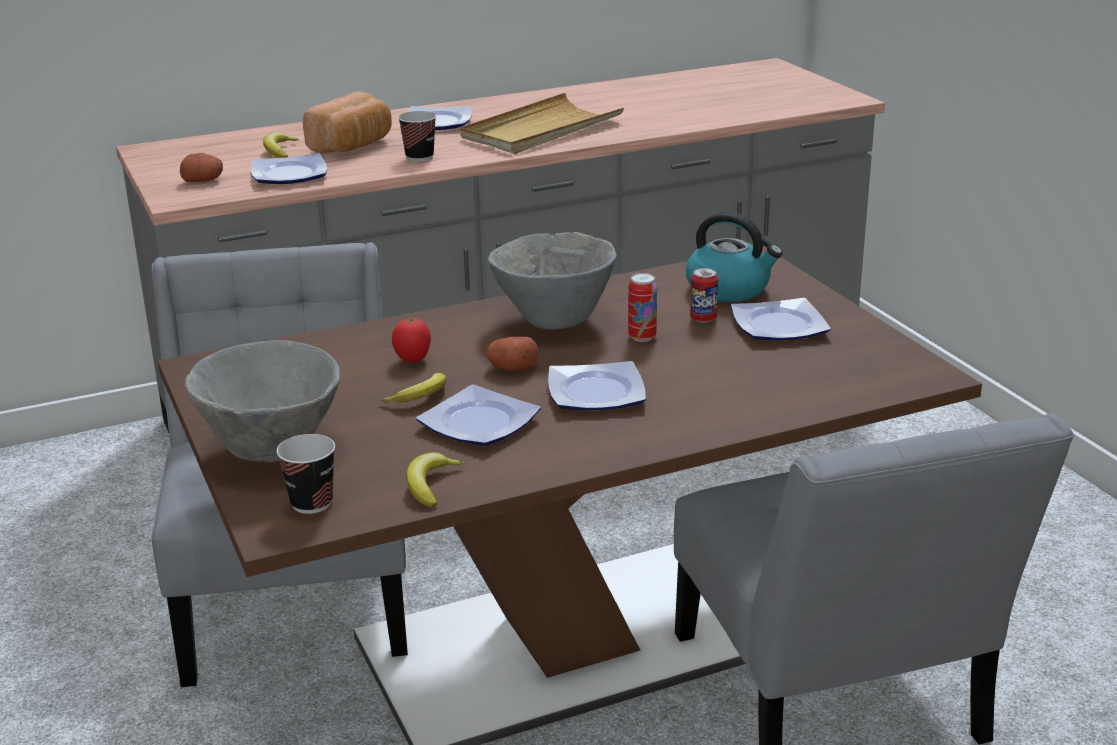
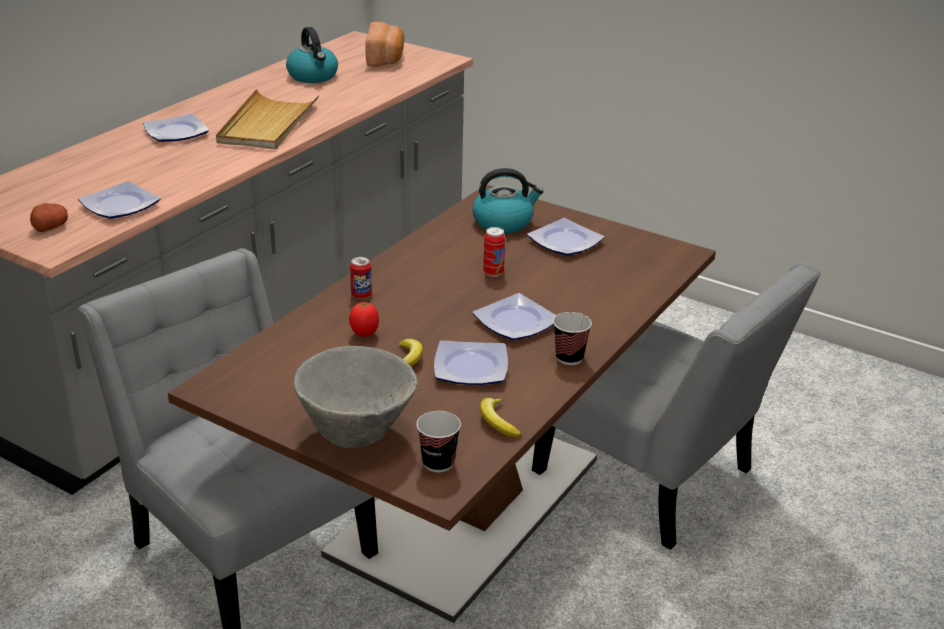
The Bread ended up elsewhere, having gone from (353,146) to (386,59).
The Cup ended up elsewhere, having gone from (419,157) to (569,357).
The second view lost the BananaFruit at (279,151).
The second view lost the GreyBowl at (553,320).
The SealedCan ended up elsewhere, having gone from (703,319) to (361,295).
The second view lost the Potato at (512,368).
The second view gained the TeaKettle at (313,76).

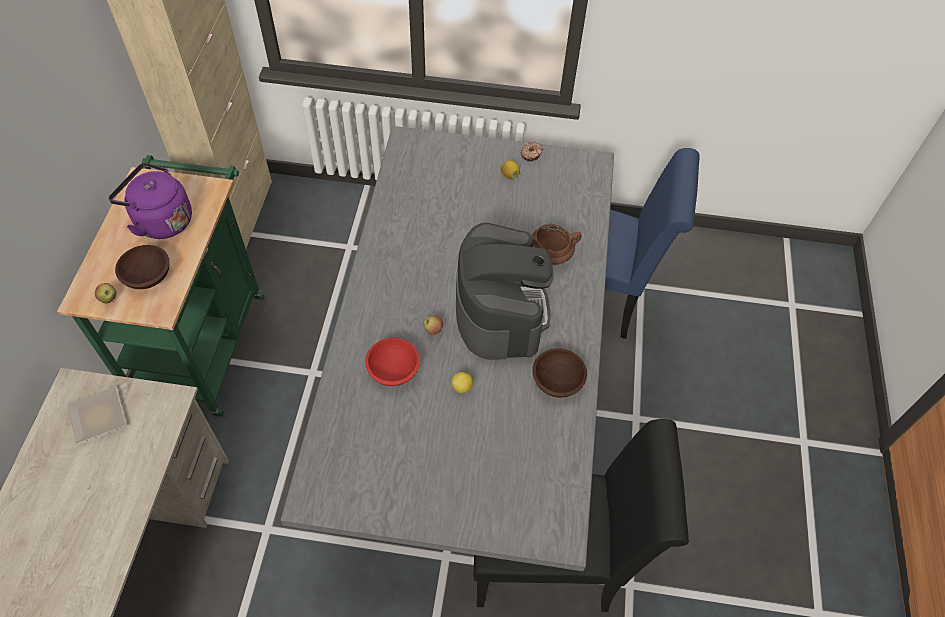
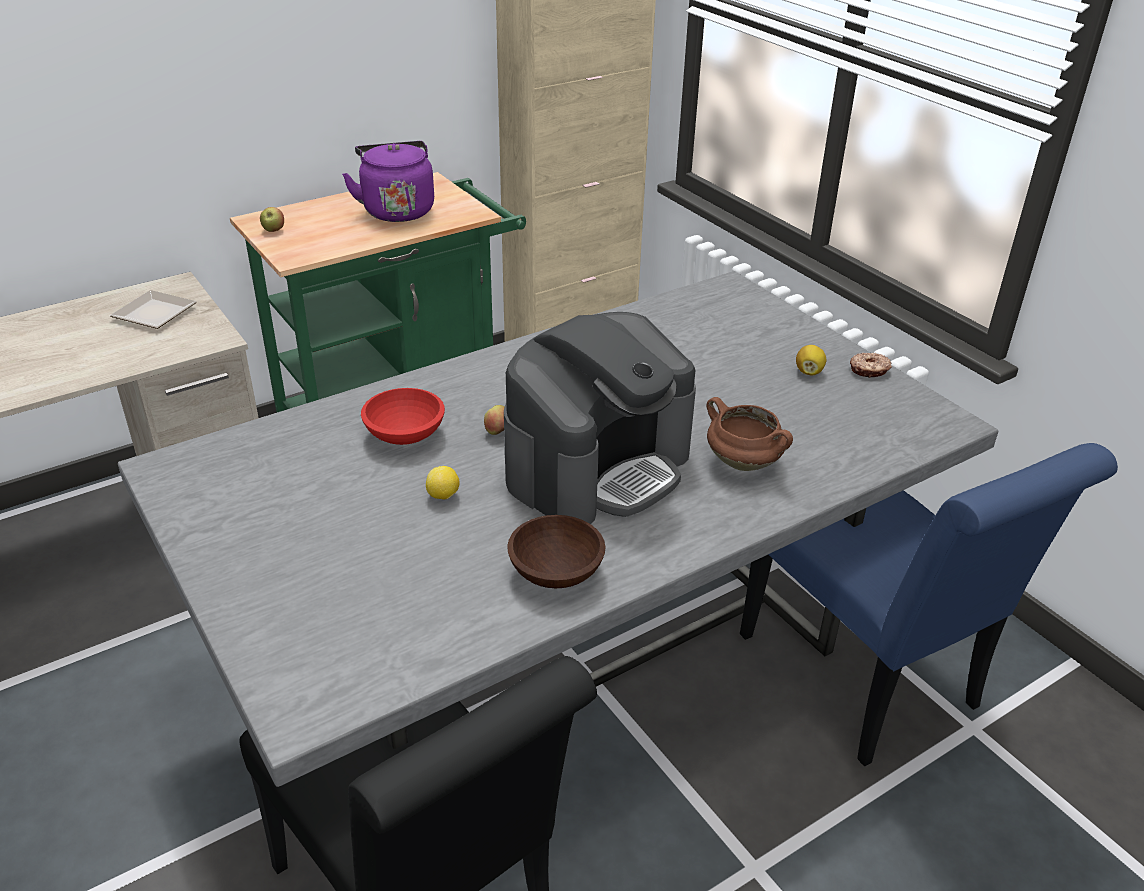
The second view lost the BrownBowl at (147,276).

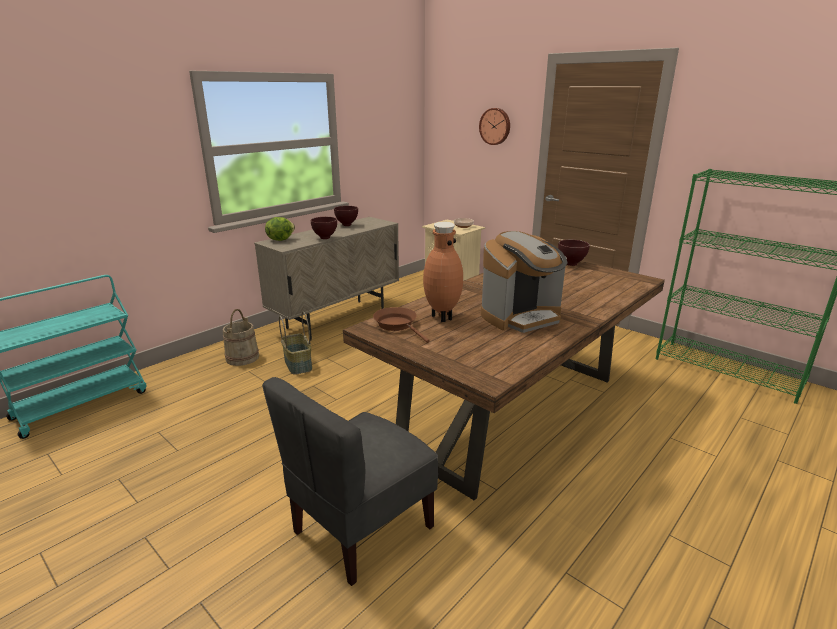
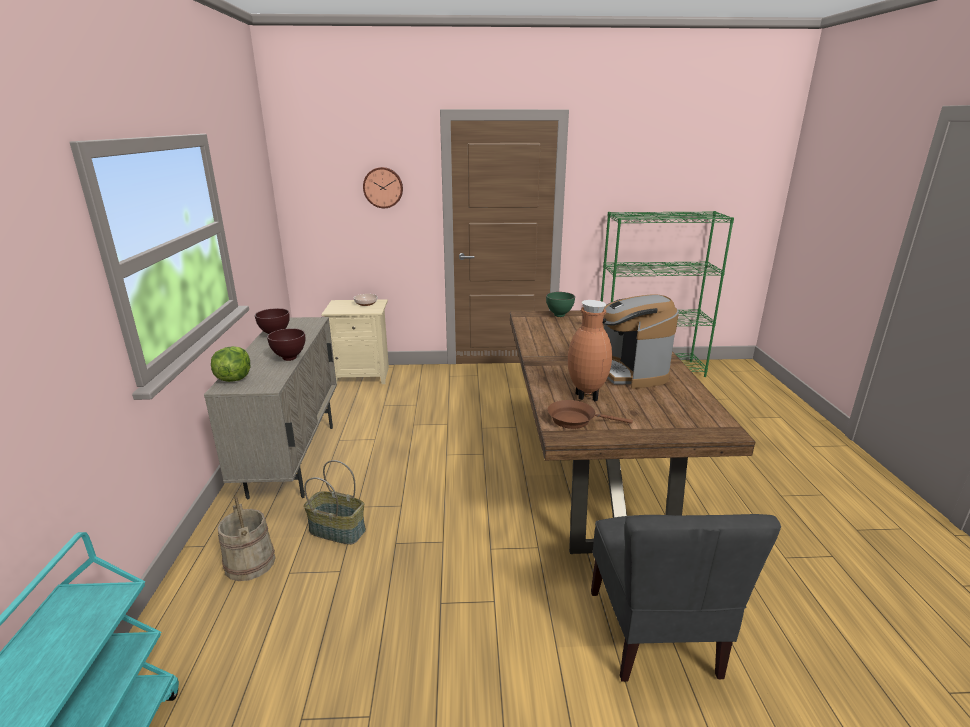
The CoffeeMachine at (521,317) ended up facing another way, 150 degrees clockwise from before.
What was the BrownBowl at (572,264) turned into the GreenColouredBowl at (559,315).

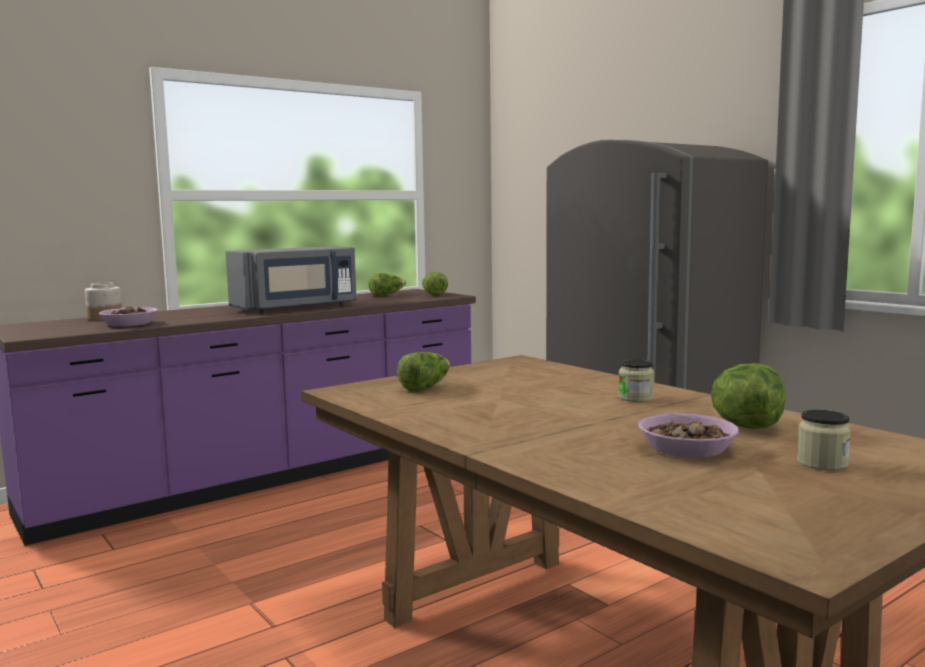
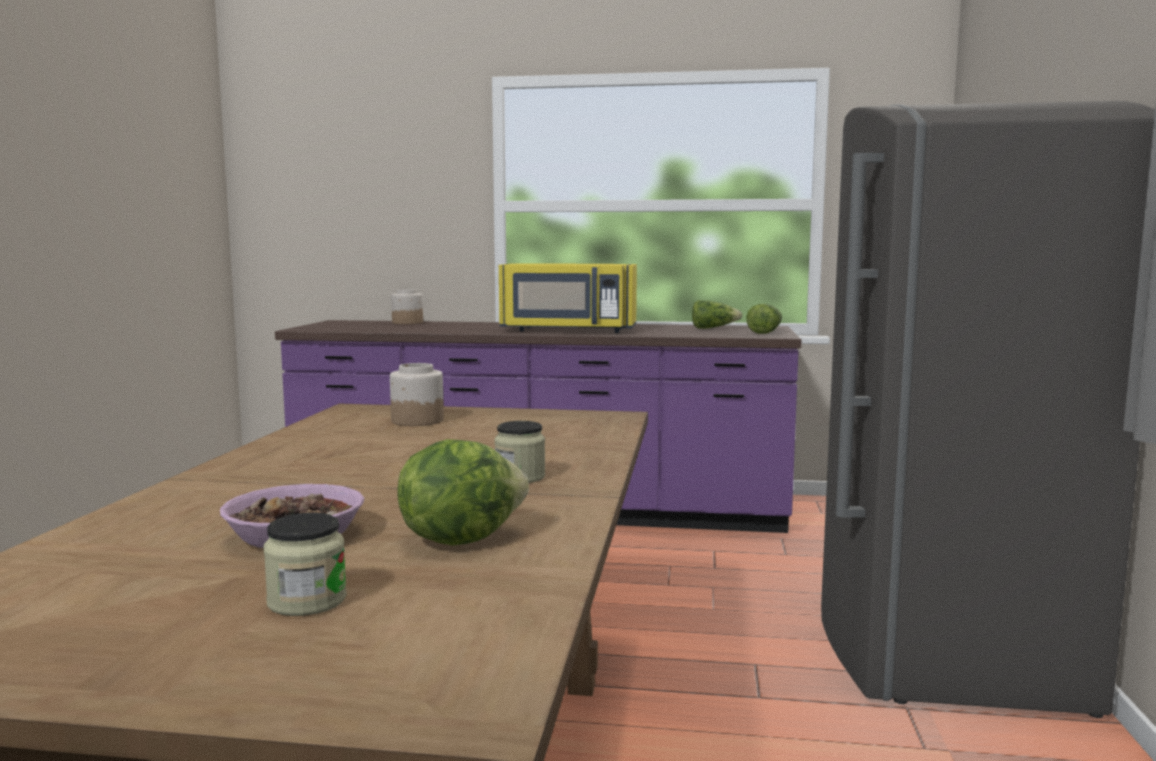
What was the GreyMicrowave at (296,308) turned into the YellowColouredMicrowave at (568,330).
The second view lost the Bowl at (129,324).
Where the LettuceHead stood at (425,387), the StorageJar came to stand at (417,421).

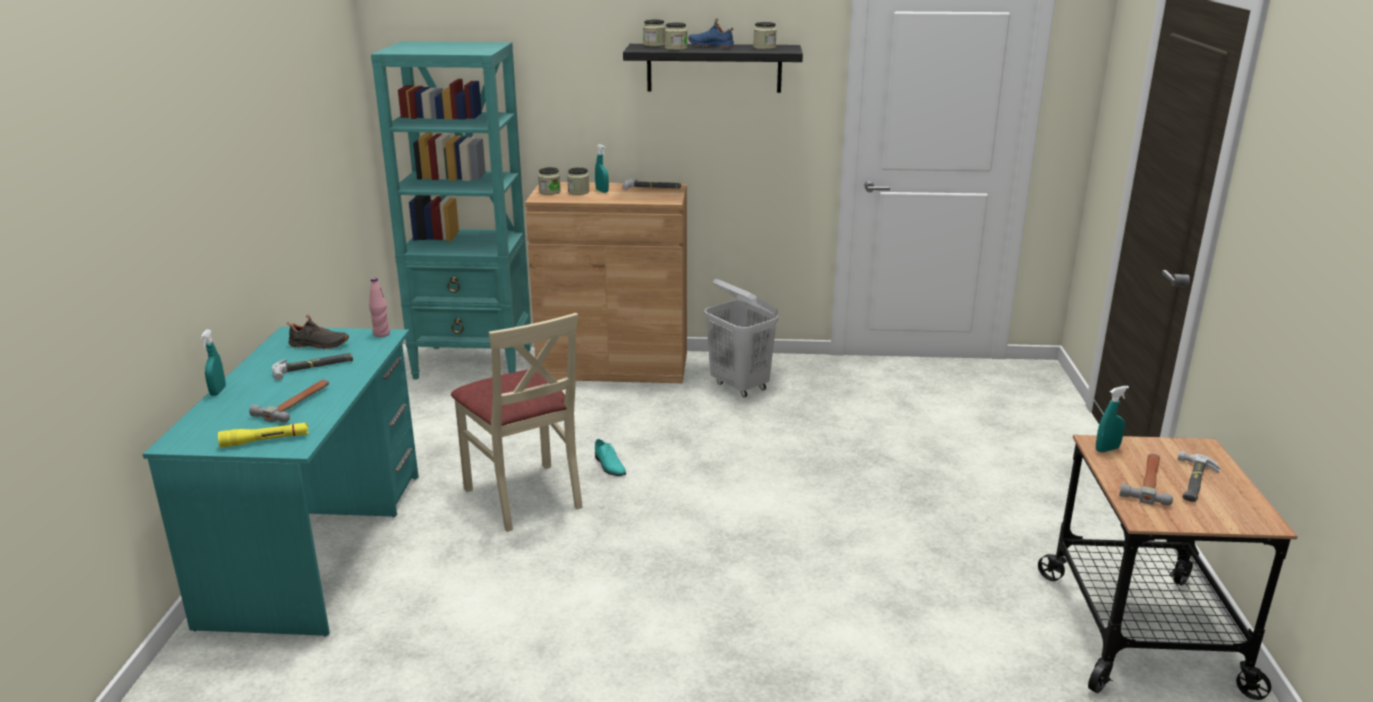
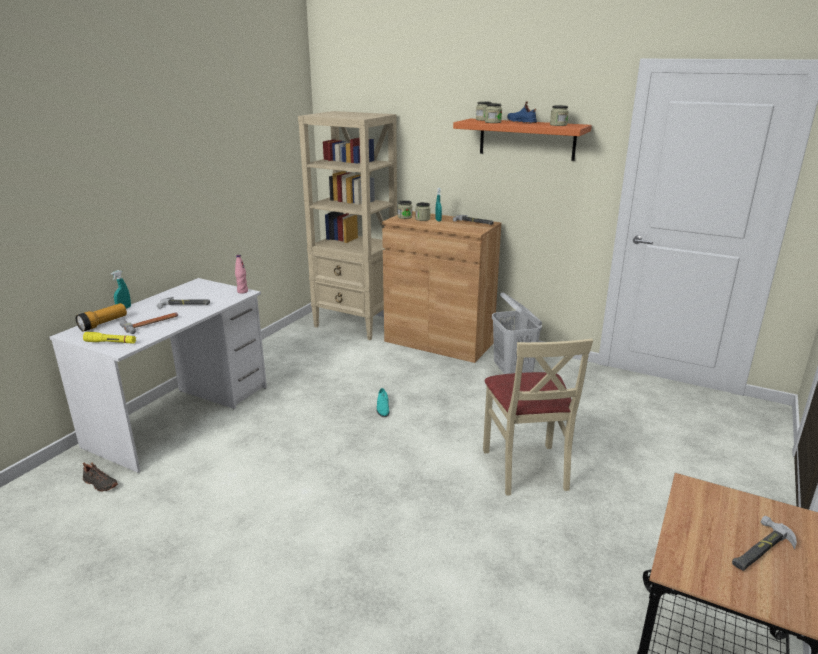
What was the TurquoiseBookcase at (474,364) turned into the BeigeBookcase at (356,324).
What was the BlackColouredWallShelf at (714,68) turned into the OrangeColouredWallShelf at (527,139).
The BeigeUprightChair ended up elsewhere, having gone from (524,496) to (526,468).
The BlackColouredLowShoe ended up elsewhere, having gone from (318,345) to (99,484).
What was the TurquoiseDesk at (318,545) turned into the WhiteDesk at (181,415).
The second view lost the TurquoiseHandSprayer at (1107,449).
The second view lost the Hammer at (1148,482).
The second view gained the Torch at (103,324).

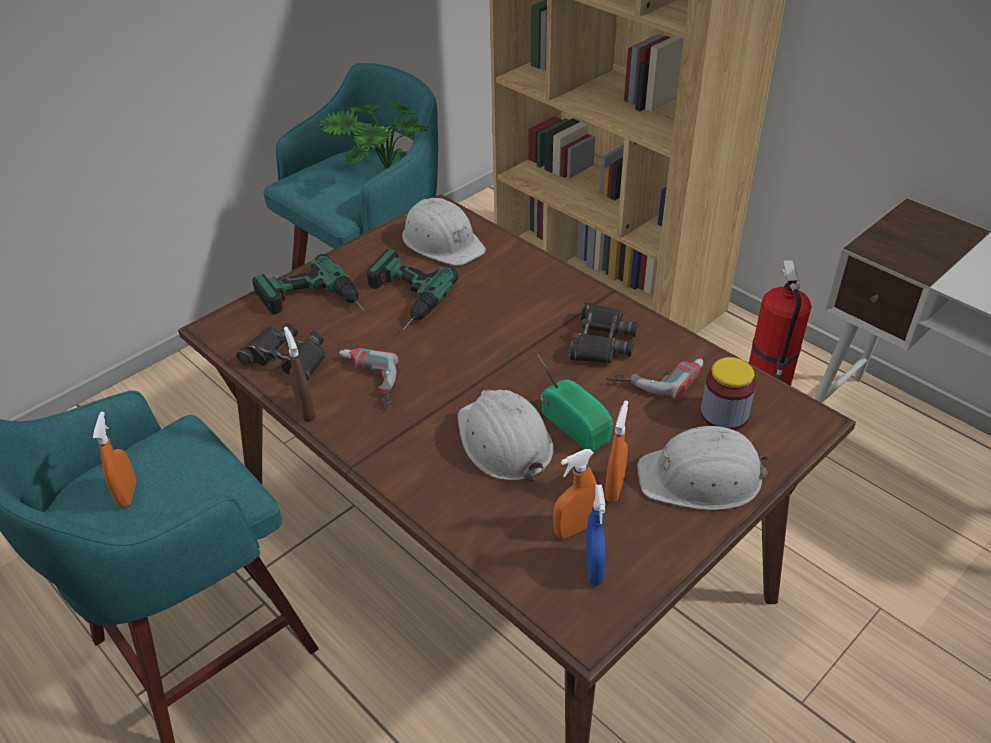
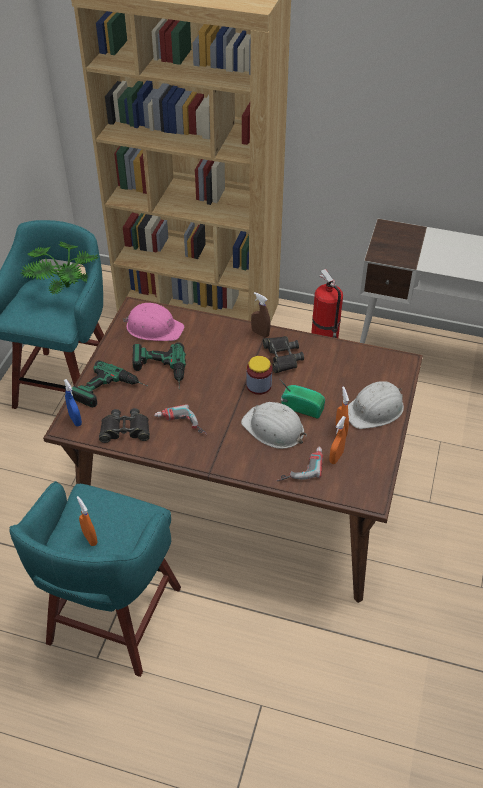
What was the WhiteWorkHelmet at (442,242) turned into the PinkishWorkHelmet at (154,328).
The BrownHandSprayer ended up elsewhere, having gone from (305,411) to (260,333).
The StorageJar ended up elsewhere, having gone from (724,414) to (259,385).
The PowerDrill ended up elsewhere, having gone from (656,376) to (299,466).
The BlueHandSprayer ended up elsewhere, having gone from (594,569) to (75,420).

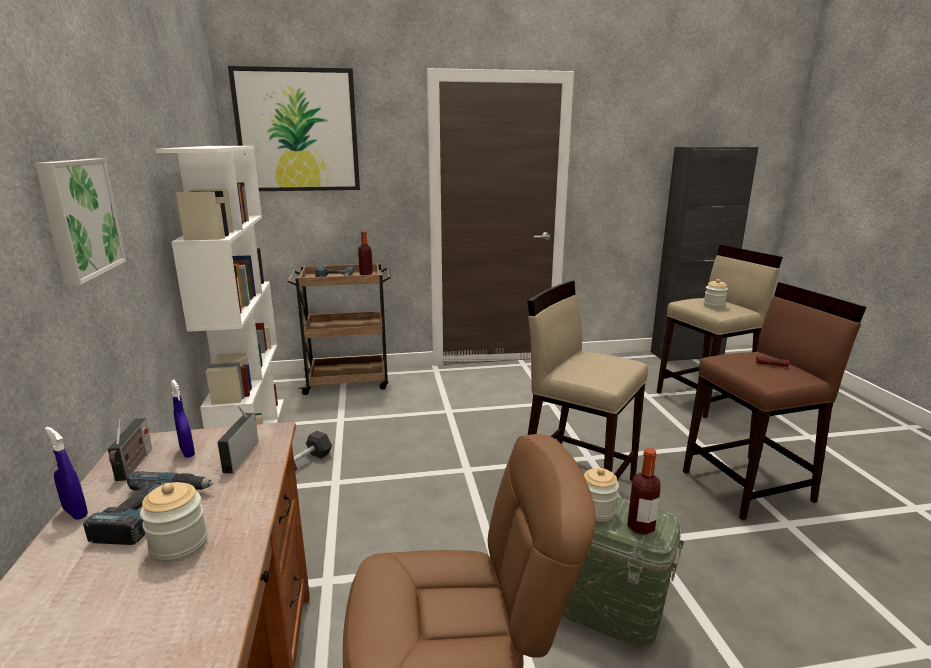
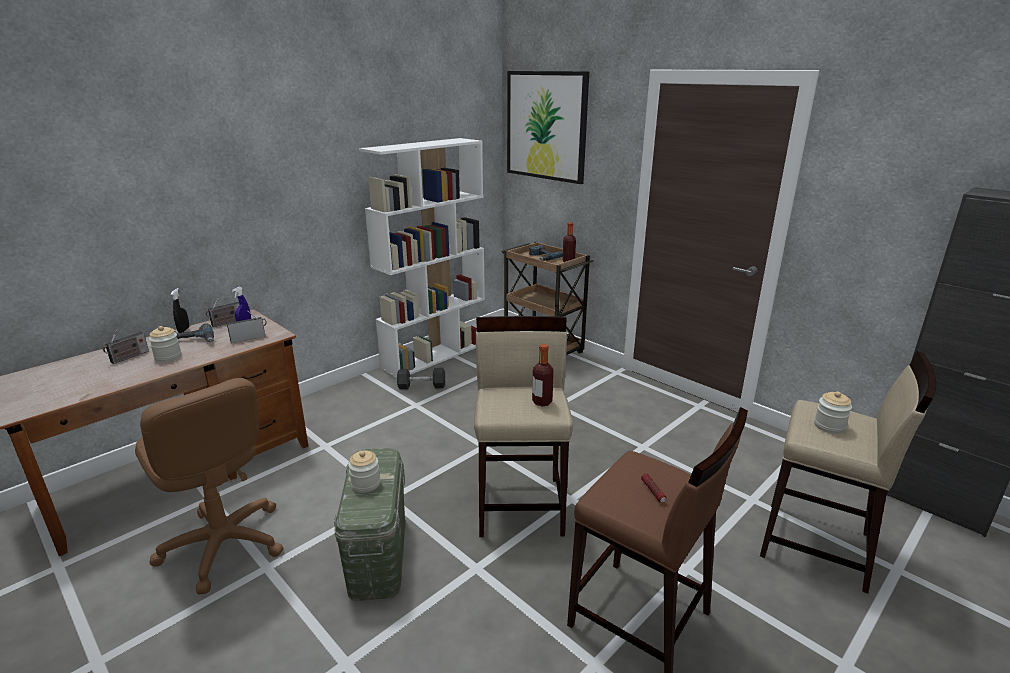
The second view lost the WallPicture at (79,218).
What was the BlueHandSprayer at (75,512) turned into the BlackColouredHandSprayer at (184,330).
The Bottle ended up elsewhere, having gone from (640,527) to (542,402).
The second view gained the Radio at (128,357).

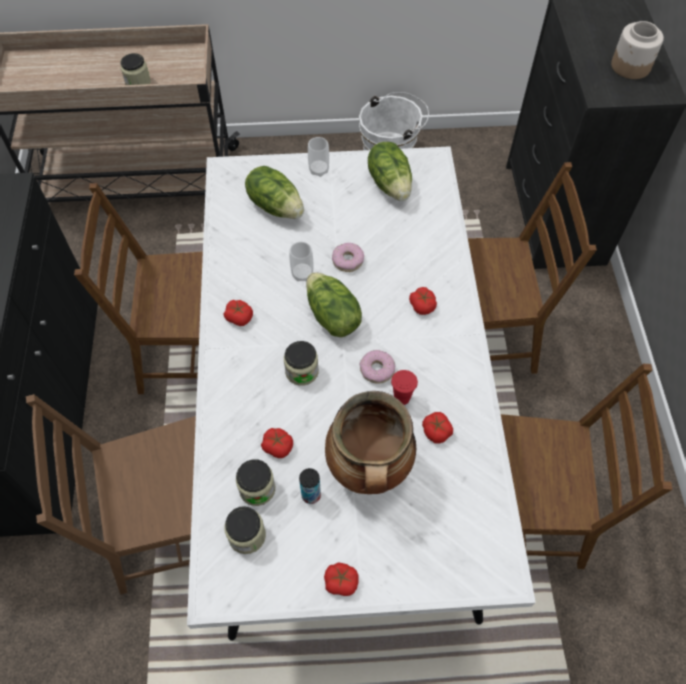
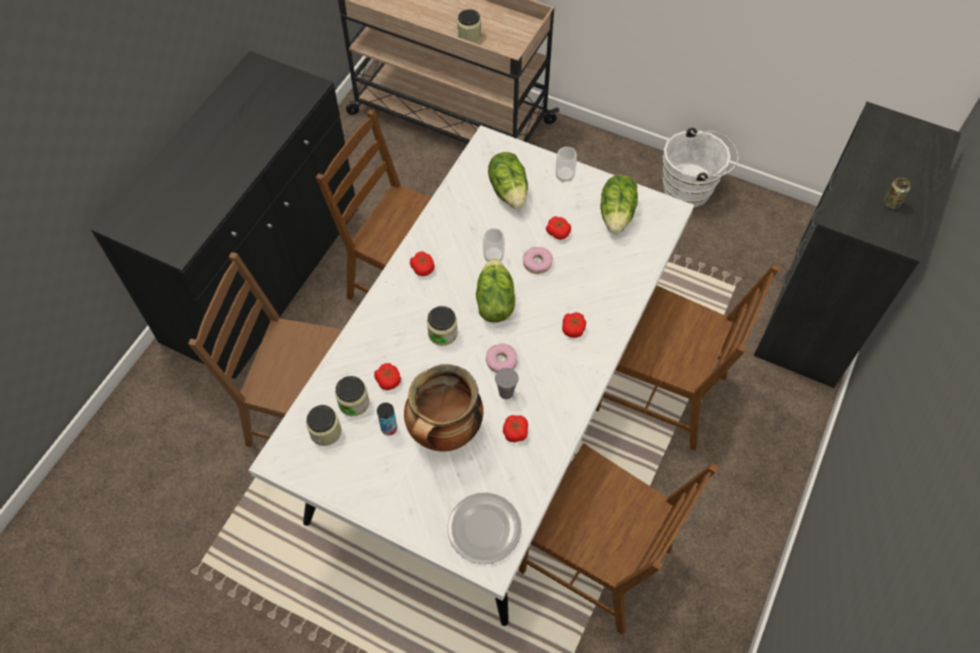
Where the StorageJar stood at (631,66), the SealedCan came to stand at (890,203).
What was the ReddishCup at (402,397) turned into the GreyCup at (506,392).
The WholeTomato ended up elsewhere, having gone from (341,581) to (558,232).
The second view gained the FlatDish at (485,528).

